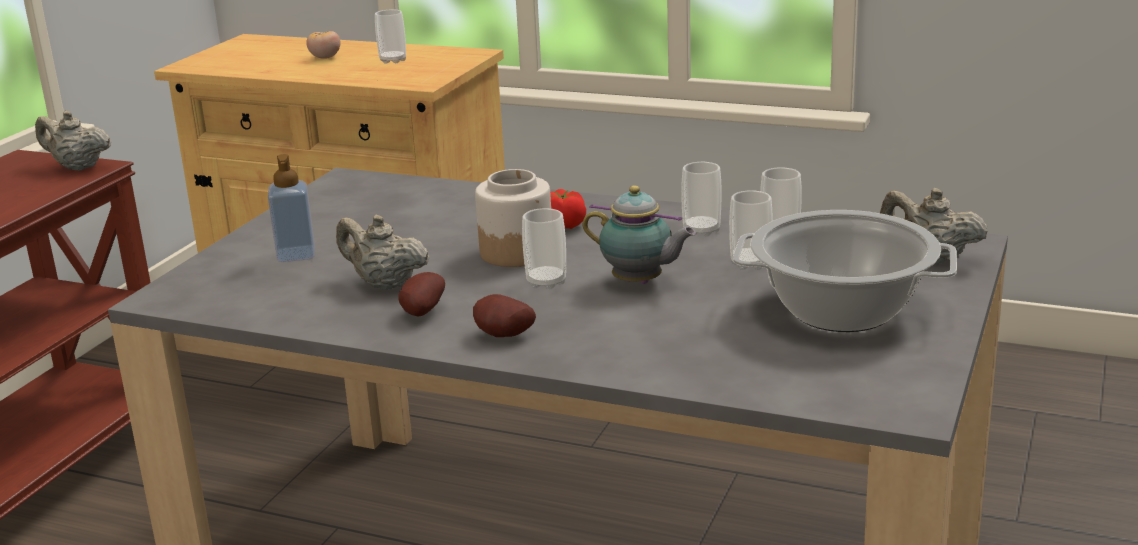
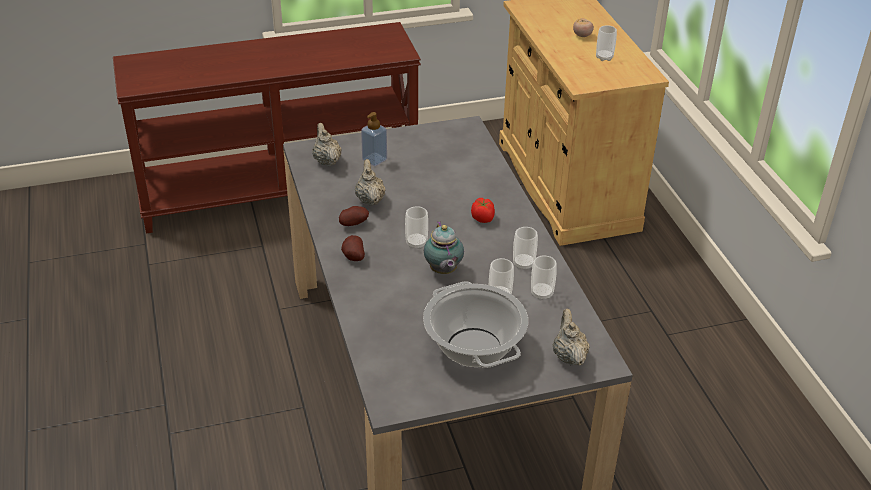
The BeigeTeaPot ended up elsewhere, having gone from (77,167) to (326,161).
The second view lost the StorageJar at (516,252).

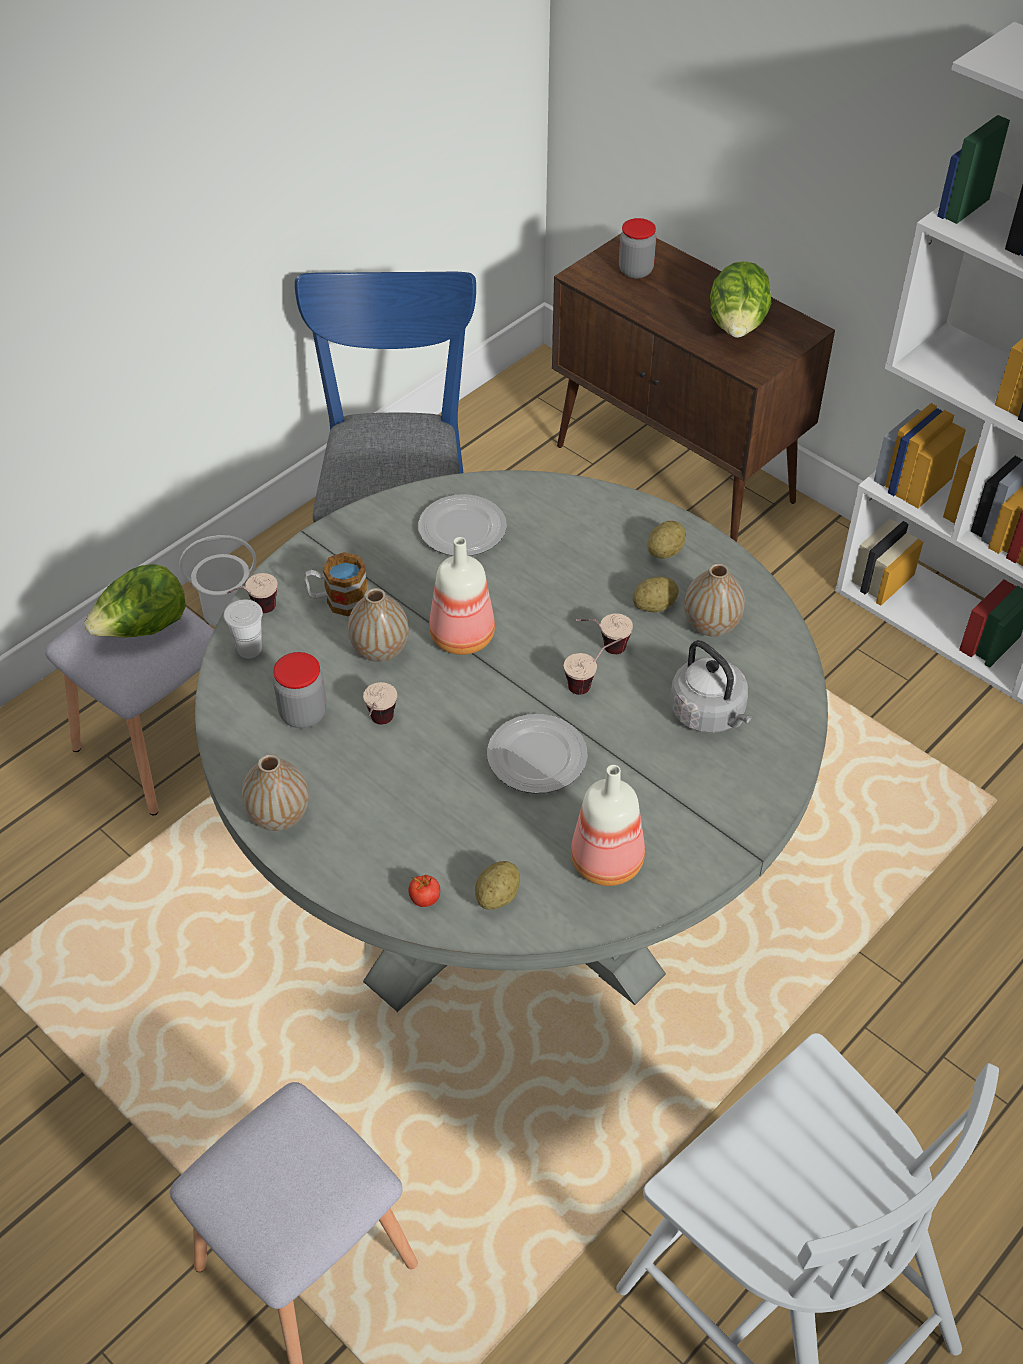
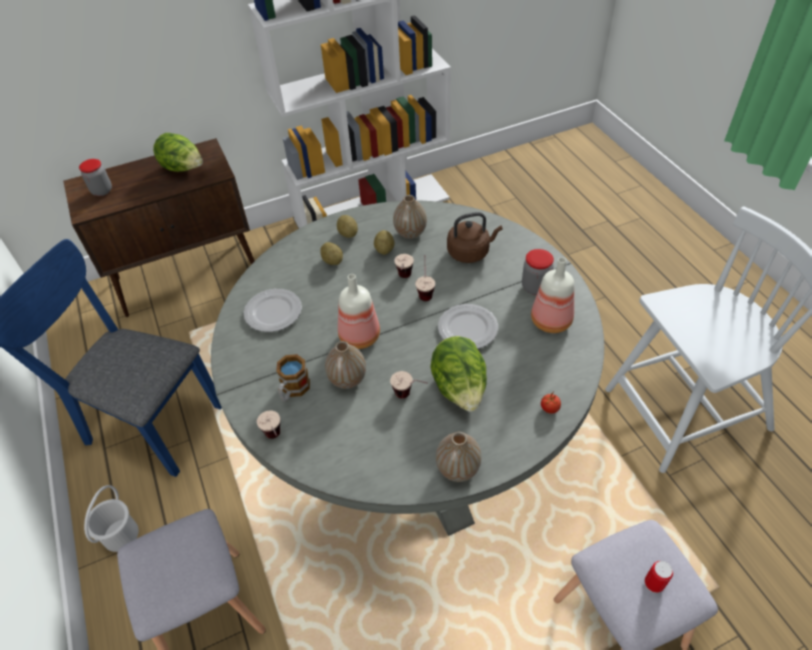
The LettuceHead ended up elsewhere, having gone from (143,628) to (460,388).
The second view lost the WhiteCup at (249,649).
What was the GreyTeaKettle at (709,714) turned into the BrownTeaKettle at (470,252).
The StorageJar ended up elsewhere, having gone from (303,714) to (535,287).
The Potato ended up elsewhere, having gone from (497,896) to (332,261).
The second view gained the SealedCan at (654,583).

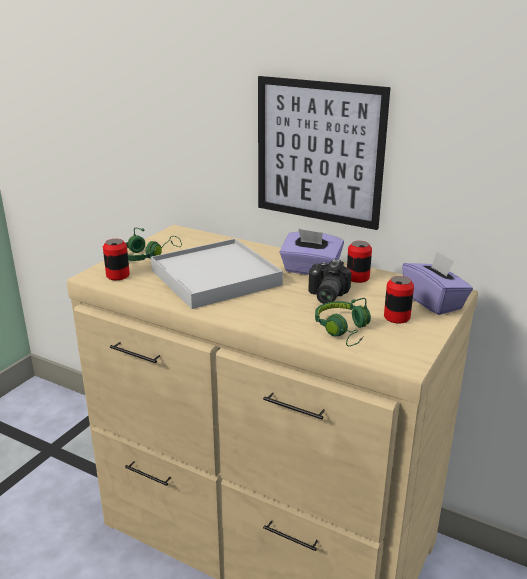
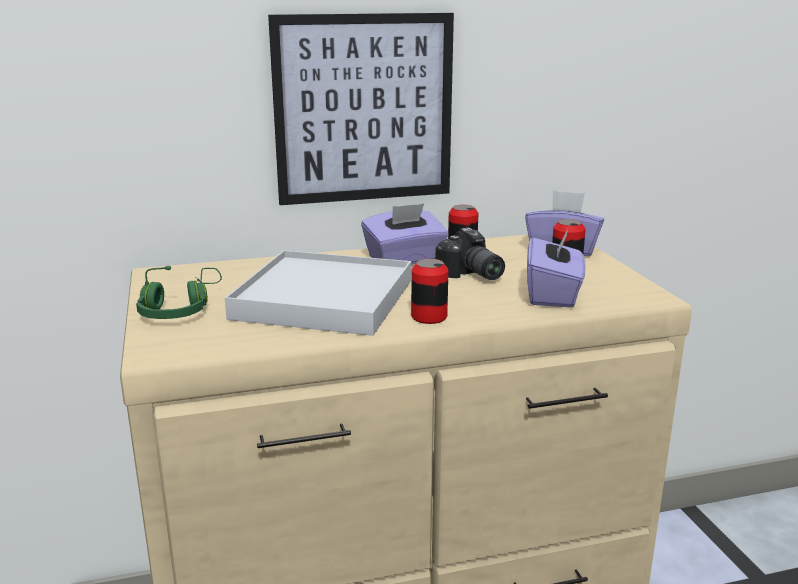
The SealedCan ended up elsewhere, having gone from (118,275) to (429,317).
Where the GreenColouredPairOfHeadphones stood at (344,330), the PurpleColouredTissueHolder came to stand at (553,294).

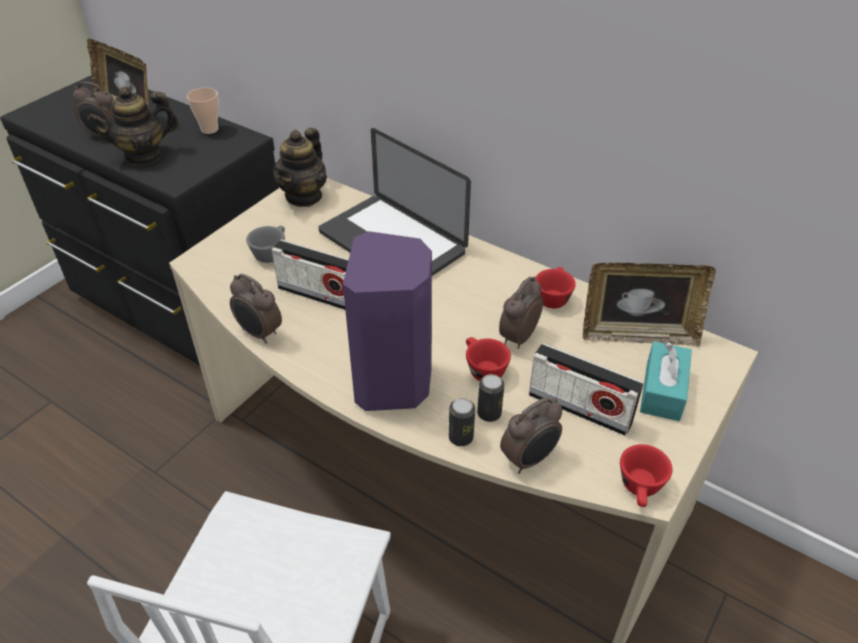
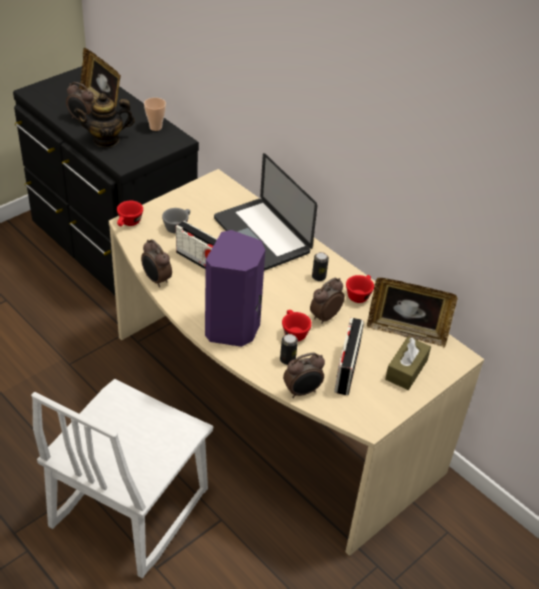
The second view lost the TeaPot at (304,196).
What was the TurquoiseTissueHolder at (662,391) turned into the BrownTissueHolder at (406,370).
The Radio at (579,408) ended up facing another way, 60 degrees clockwise from before.
The SealedCan ended up elsewhere, having gone from (460,437) to (318,277).
The ReddishCup ended up elsewhere, having gone from (640,490) to (129,223).

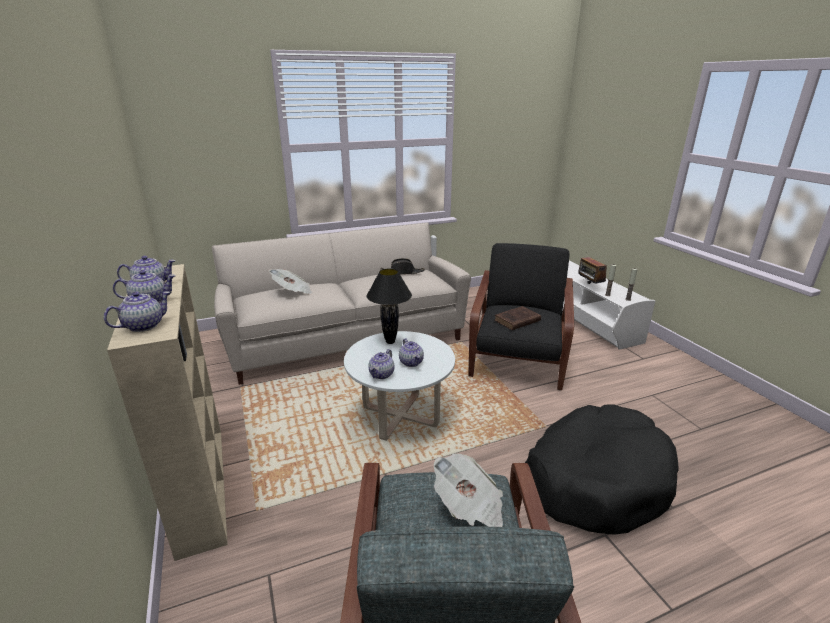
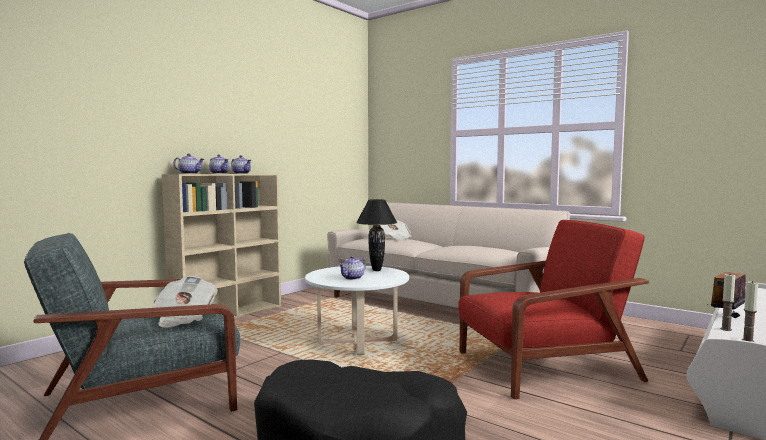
What was the BlackColouredArmchair at (518,357) turned into the ReddishArmchair at (543,366).
The second view lost the BlackColouredClothingHat at (402,272).
The second view lost the BrownVolume at (516,321).
The second view lost the TeaPot at (382,374).

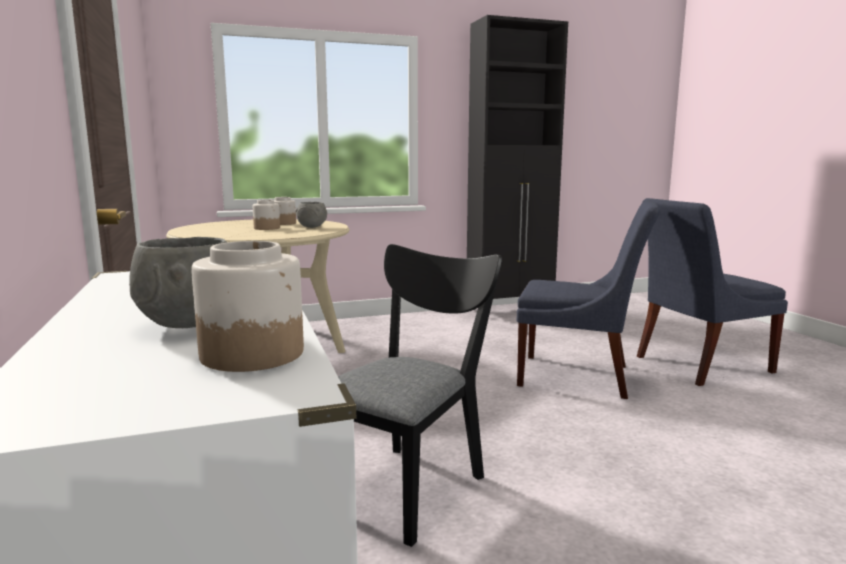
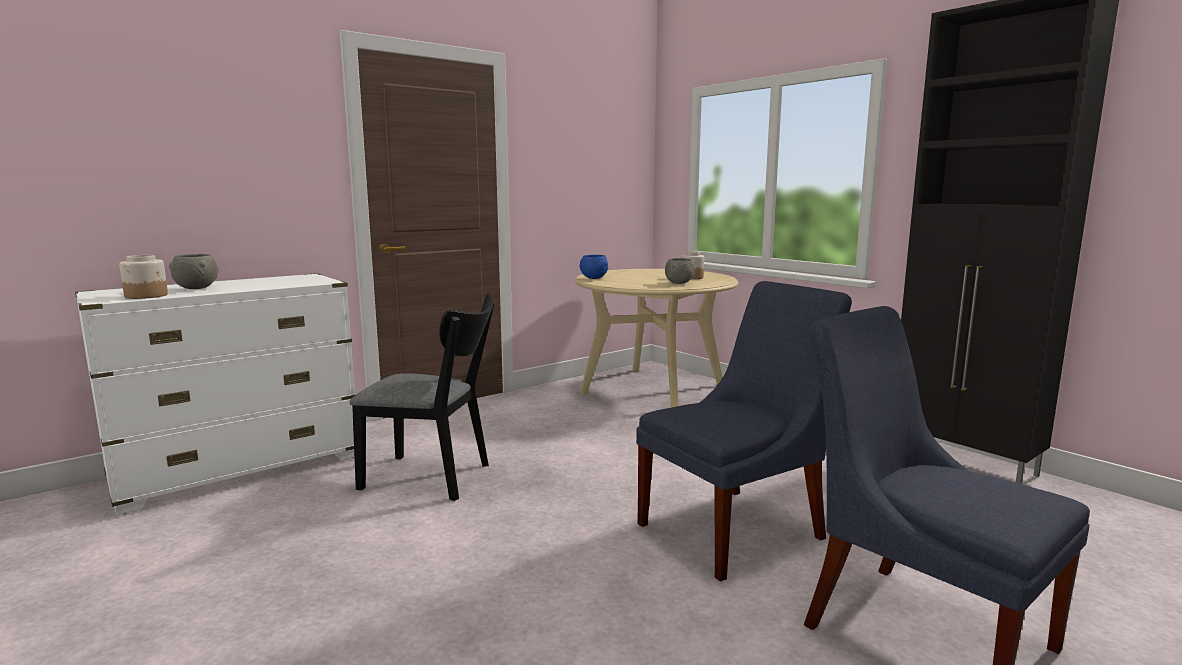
The second view lost the StorageJar at (267,228).
The BlueUprightChair at (580,377) ended up facing another way, 120 degrees counterclockwise from before.
The second view gained the BlueBowl at (594,279).

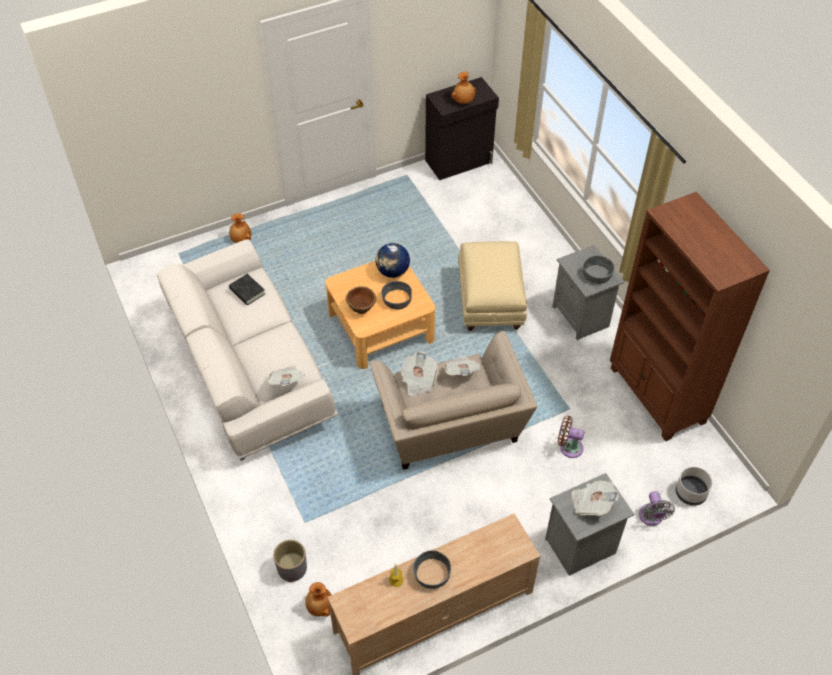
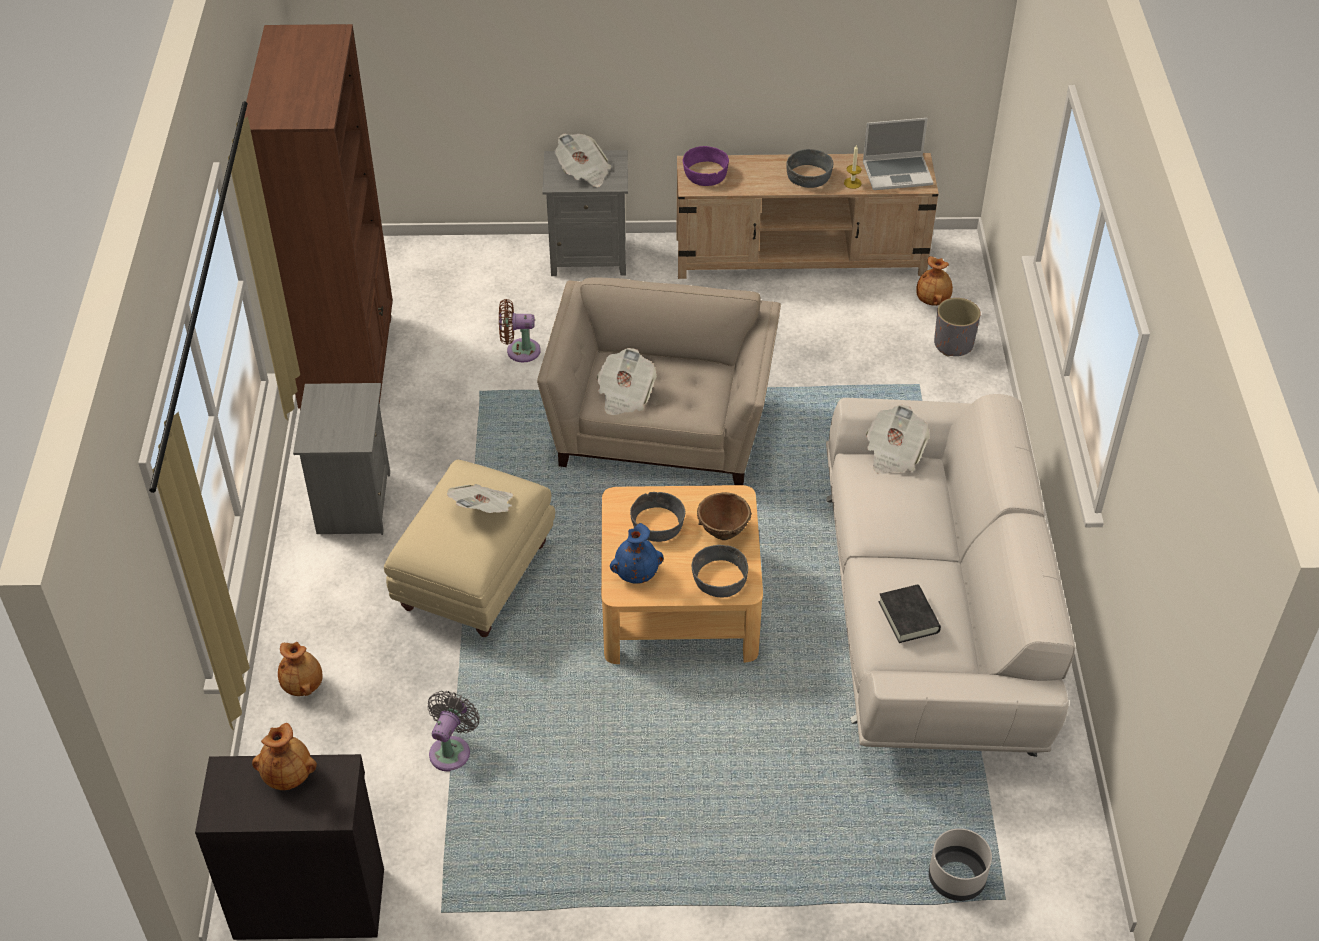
The BrownVase ended up elsewhere, having gone from (241,240) to (303,685).
Where the DeskGlobe stood at (392,272), the BlueVase came to stand at (636,573).
The GreyBowl ended up elsewhere, having gone from (597,274) to (718,579).
The DailyPaper ended up elsewhere, having gone from (418,380) to (484,510).
The BrownFan at (568,447) ended up facing another way, 135 degrees clockwise from before.
The GreyPlanter ended up elsewhere, having gone from (690,493) to (956,879).
The GreyFan ended up elsewhere, having gone from (651,517) to (452,750).
The second view gained the NotebookComputer at (898,173).
The second view gained the PurpleColouredBowl at (704,173).

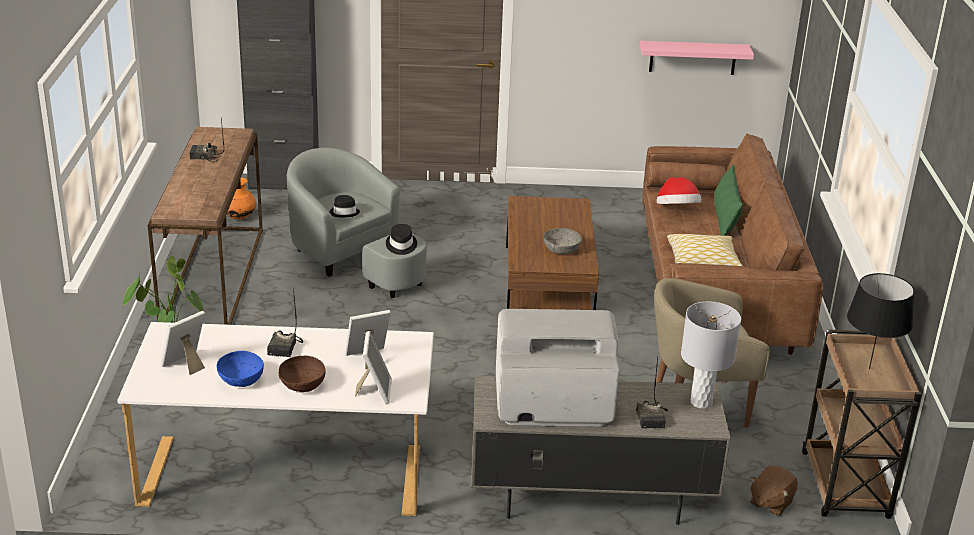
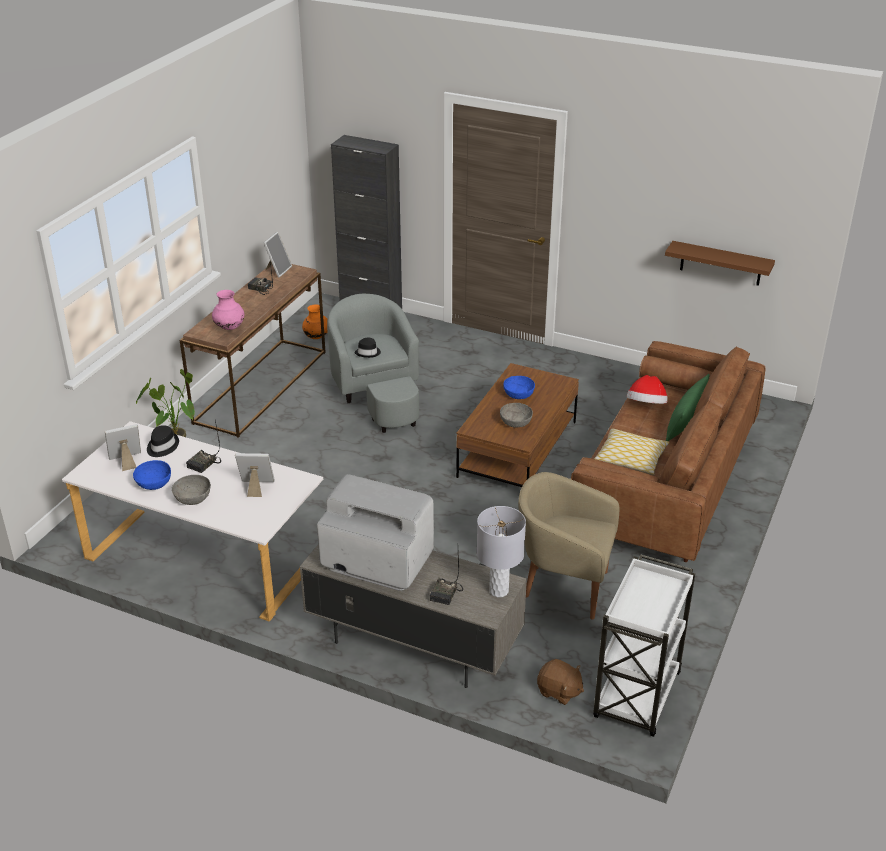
What was the PinkishWallShelf at (692,57) turned into the BrownWallShelf at (721,263).
The BlackColouredClothingHat ended up elsewhere, having gone from (401,245) to (162,446).
The second view lost the BlackColouredTableLamp at (869,368).
What was the BrownWheeledCart at (845,487) turned into the WhiteWheeledCart at (636,697).
The StandingFrame ended up elsewhere, having gone from (374,391) to (277,270).
What was the BrownBowl at (302,385) turned into the GreyBowl at (192,498).
The BrownCuddlyToy at (770,502) ended up facing another way, 120 degrees counterclockwise from before.
The second view gained the PinkishVase at (229,328).
The second view gained the BlueBowl at (518,394).

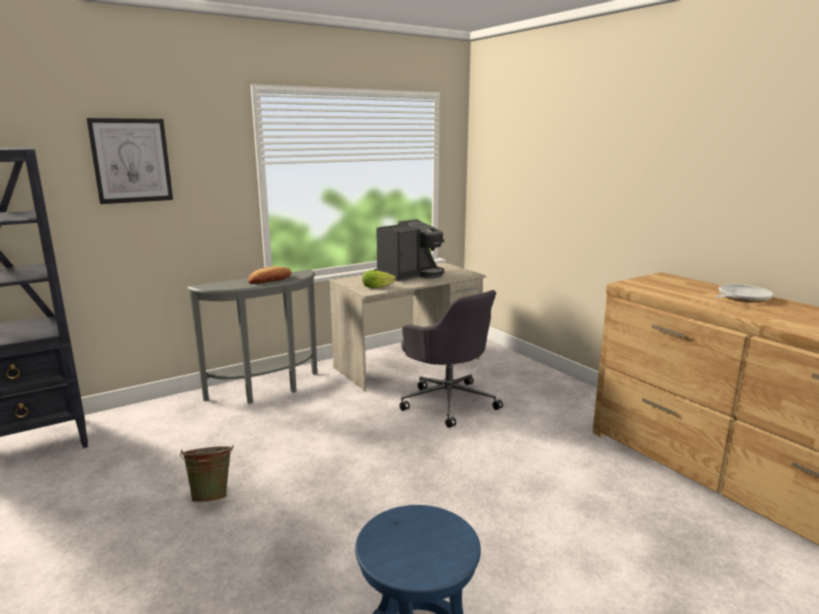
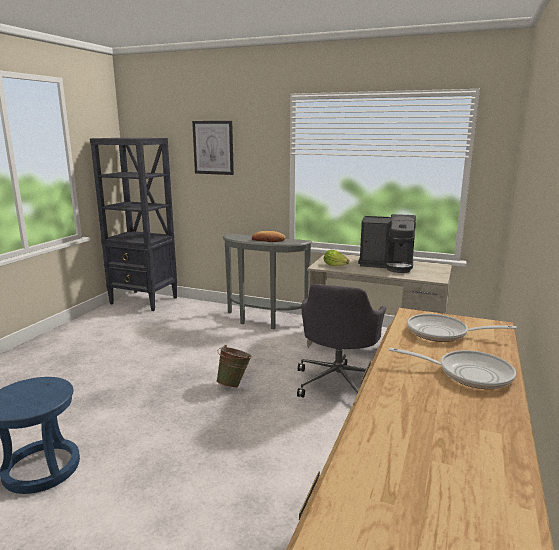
The GreenColouredPail ended up elsewhere, having gone from (212,495) to (234,384).
The second view gained the Pan at (442,333).

